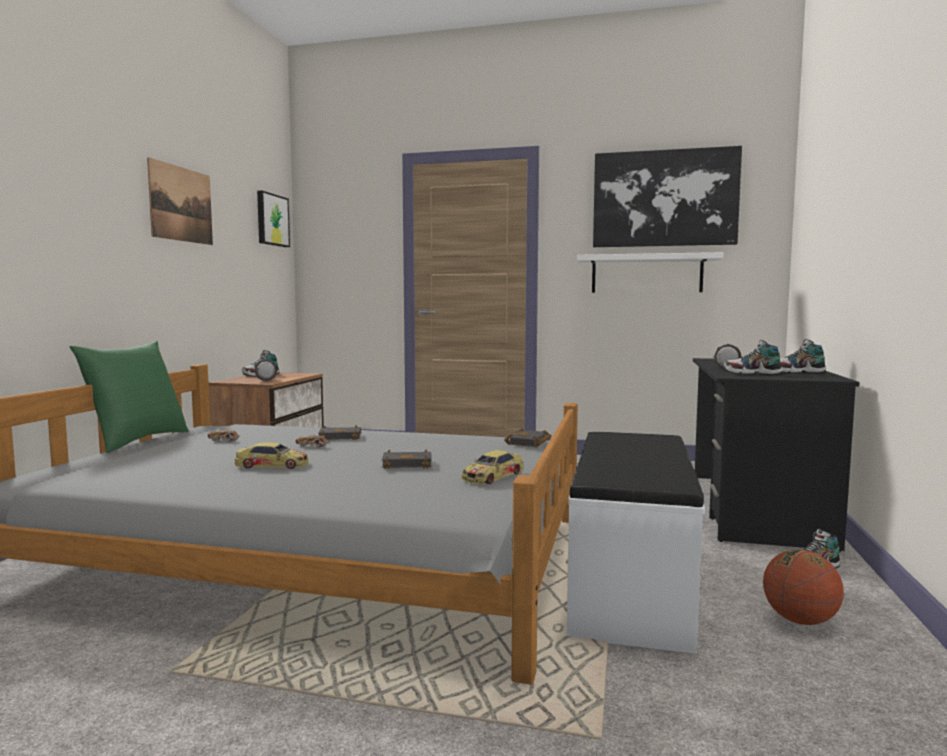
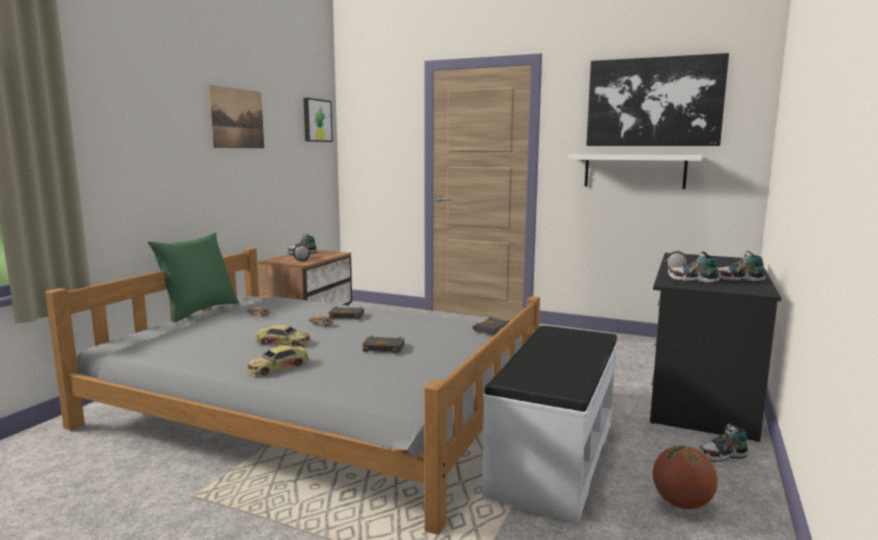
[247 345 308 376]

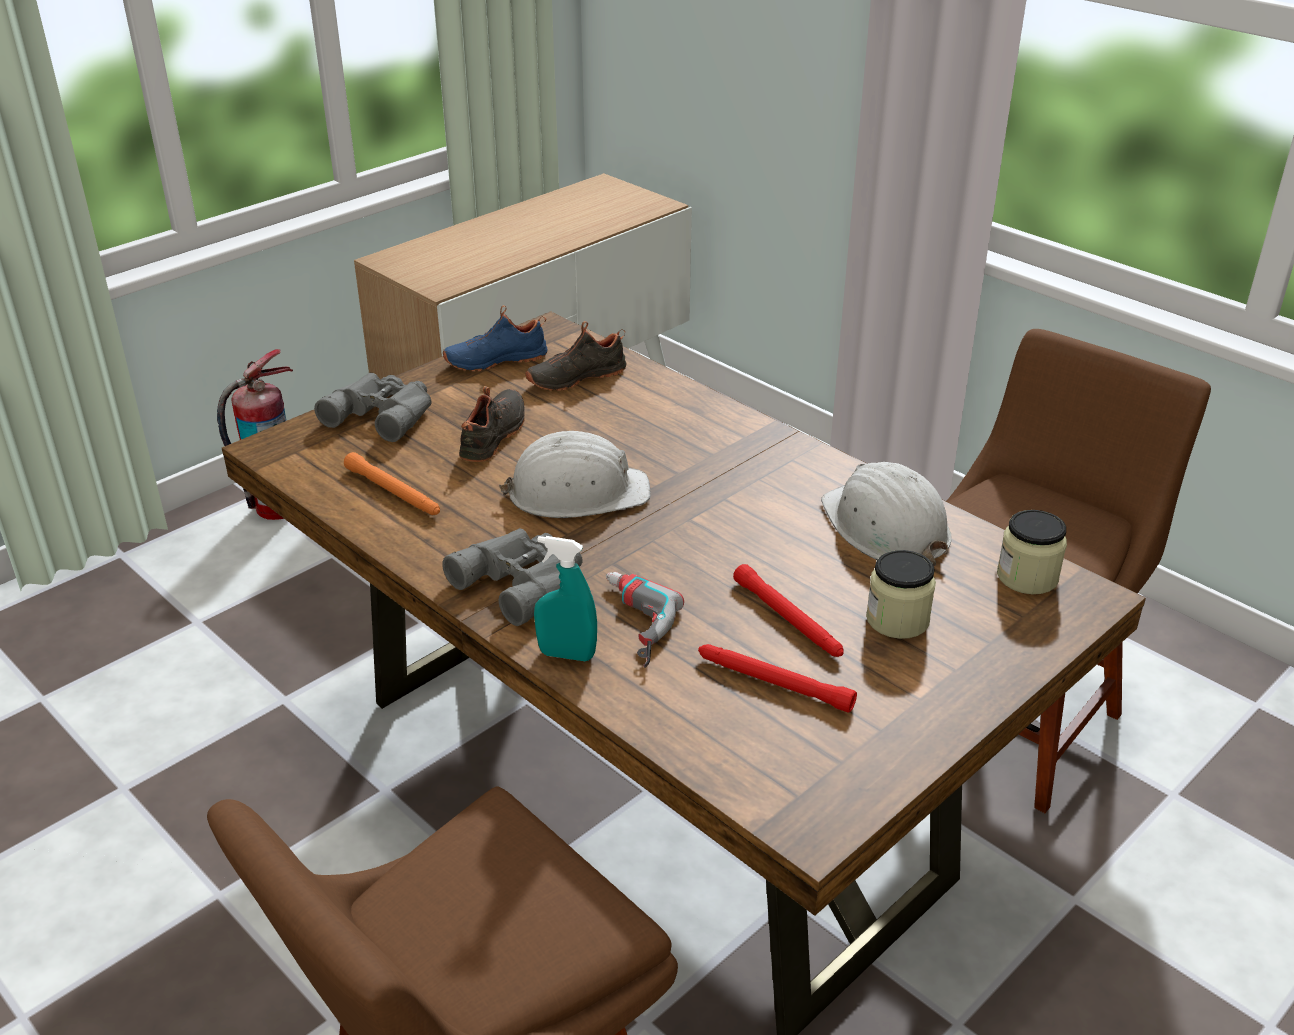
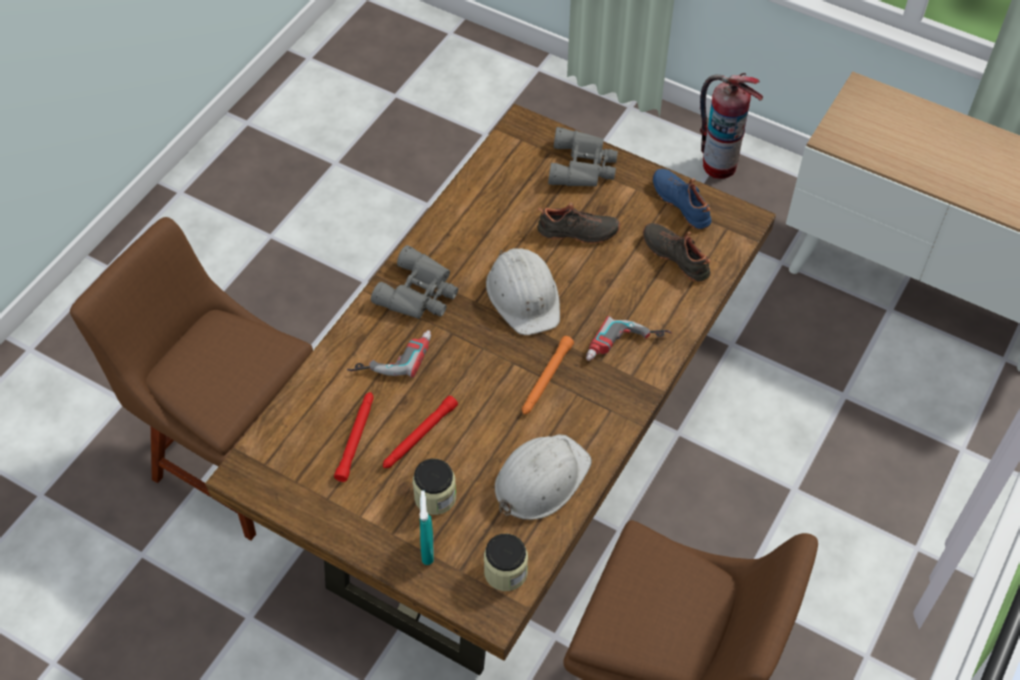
[586 316 672 361]
[522 336 574 414]
[420 490 434 565]

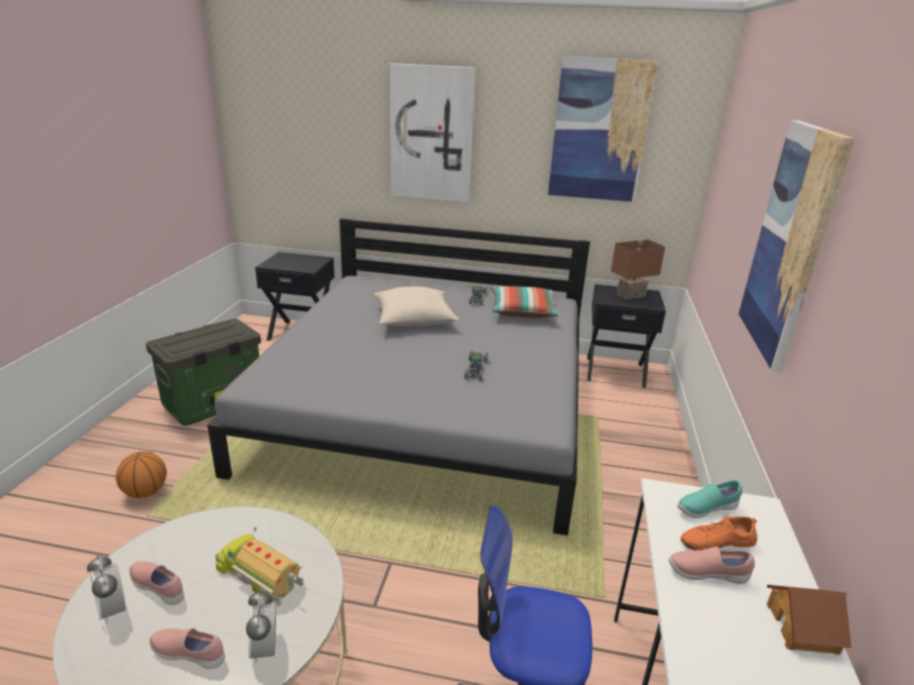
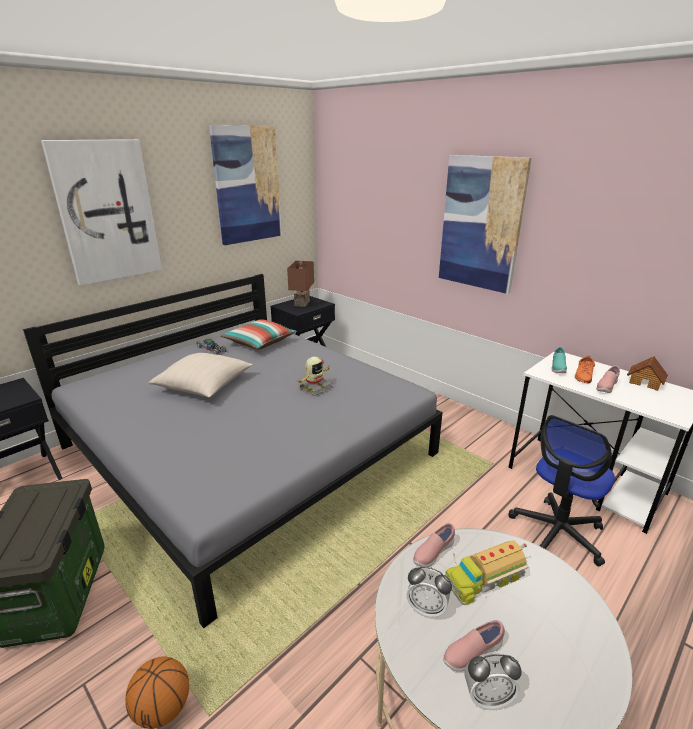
[413 523 455 567]
[406 566 452 619]
[298 357 333 396]

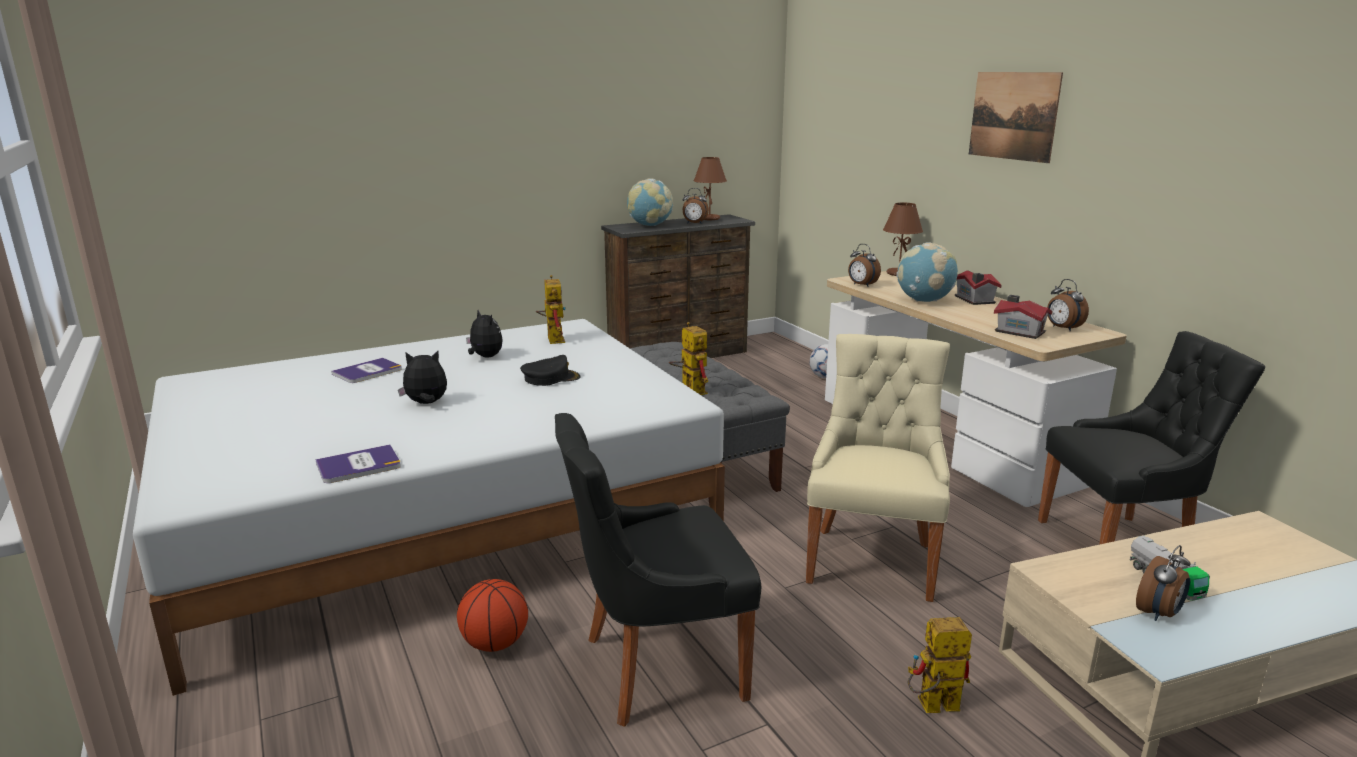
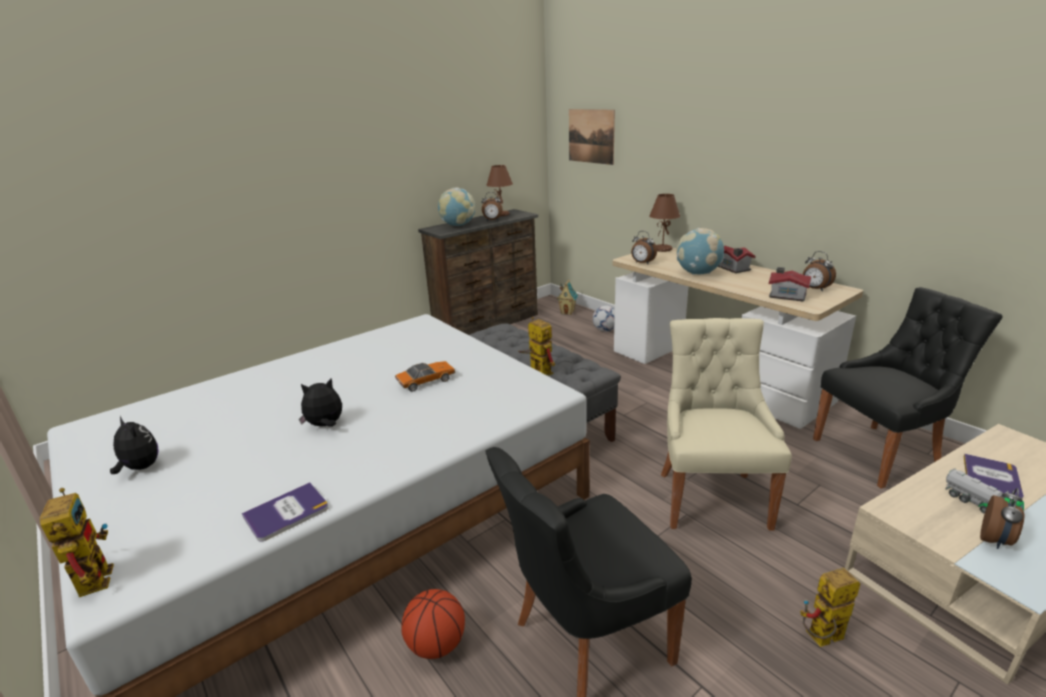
[557 280 578 315]
[964 454 1024 499]
[110 416 159 474]
[40 488 114 597]
[569 109 615 165]
[395 361 455 392]

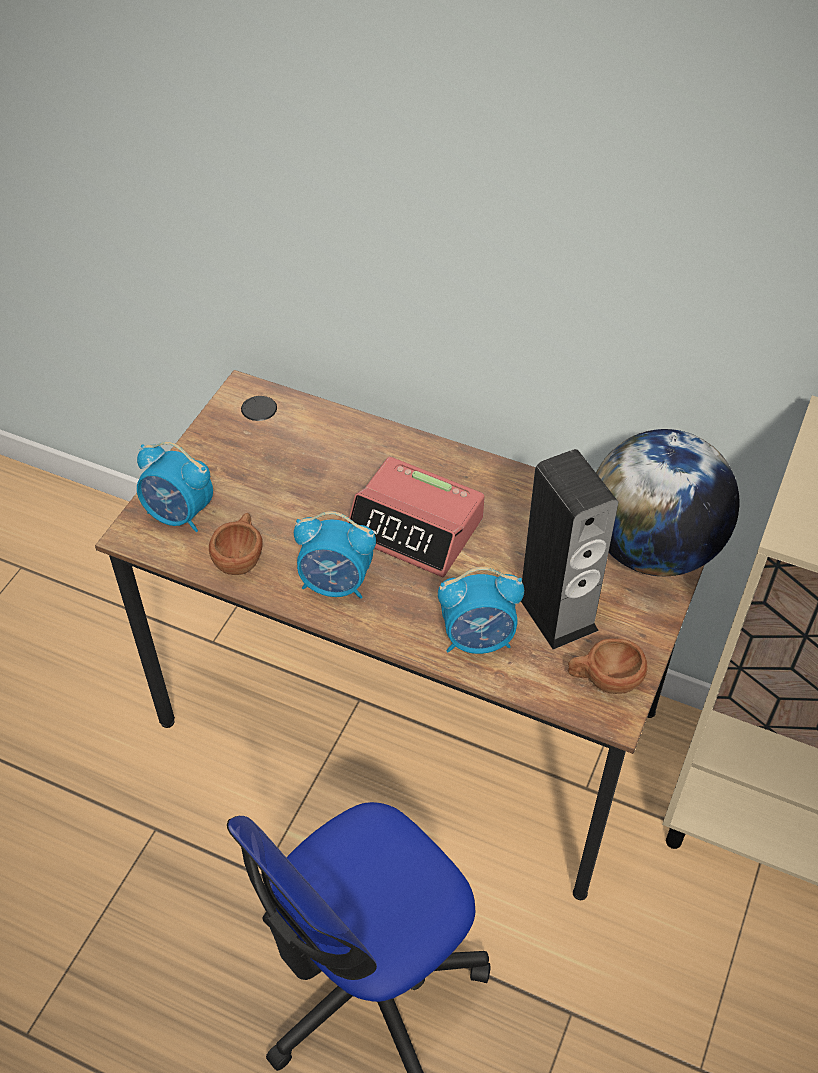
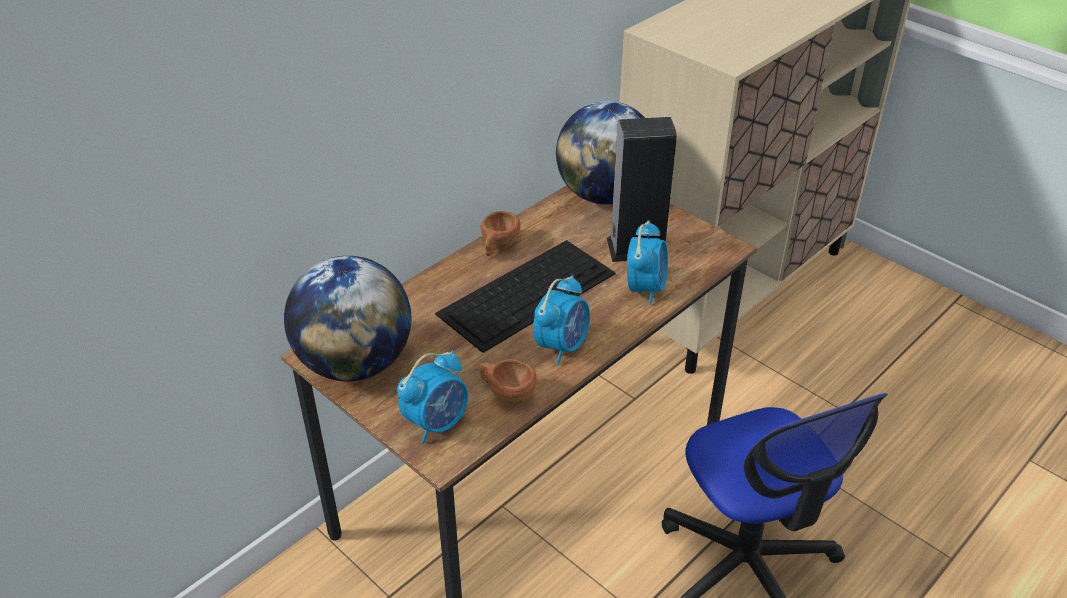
[284 256 411 382]
[480 211 521 256]
[435 240 616 353]

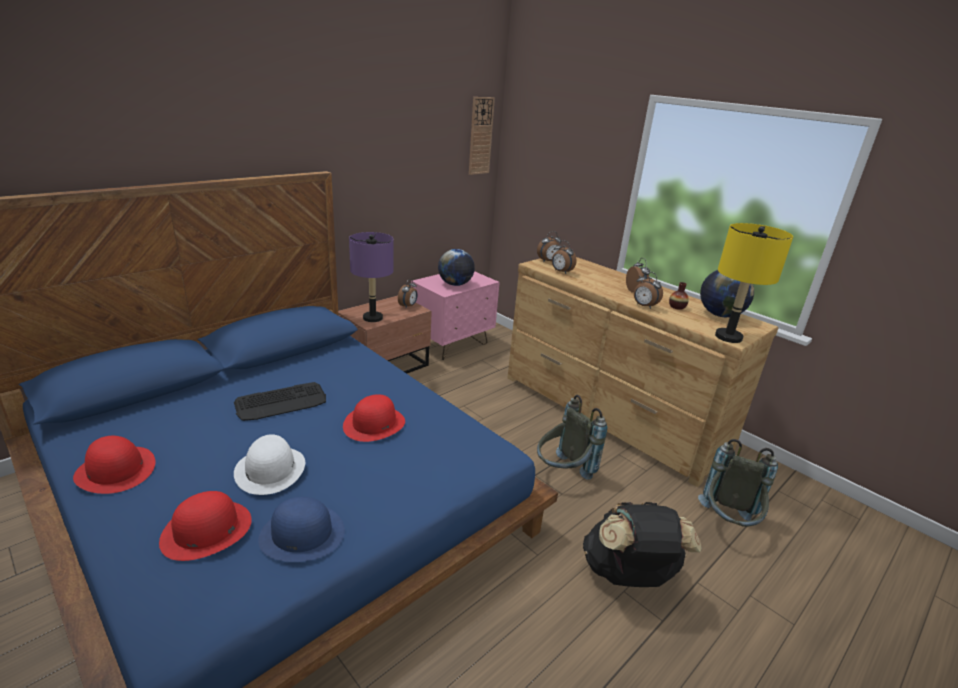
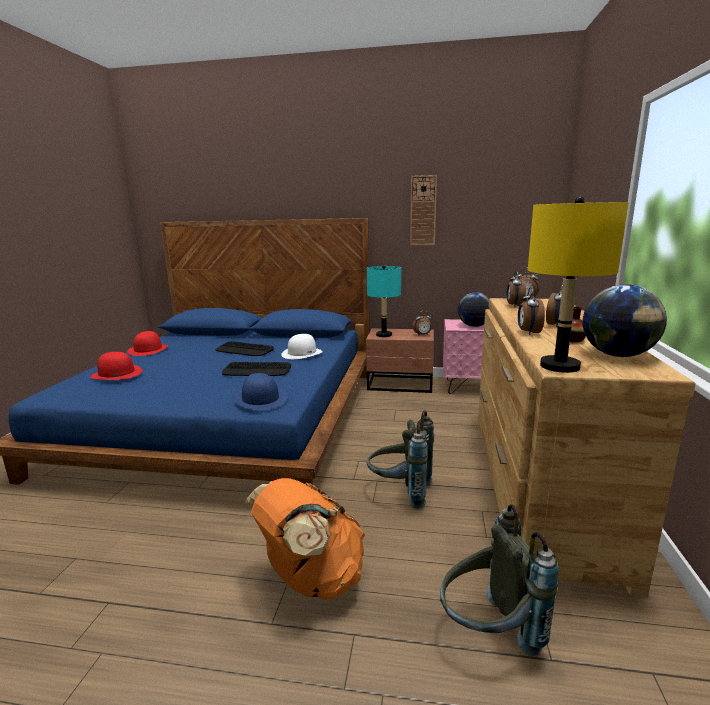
[281 334 323 359]
[234 373 287 410]
[410 175 437 245]
[222 362 292 376]
[367 265 401 337]
[245 478 365 600]

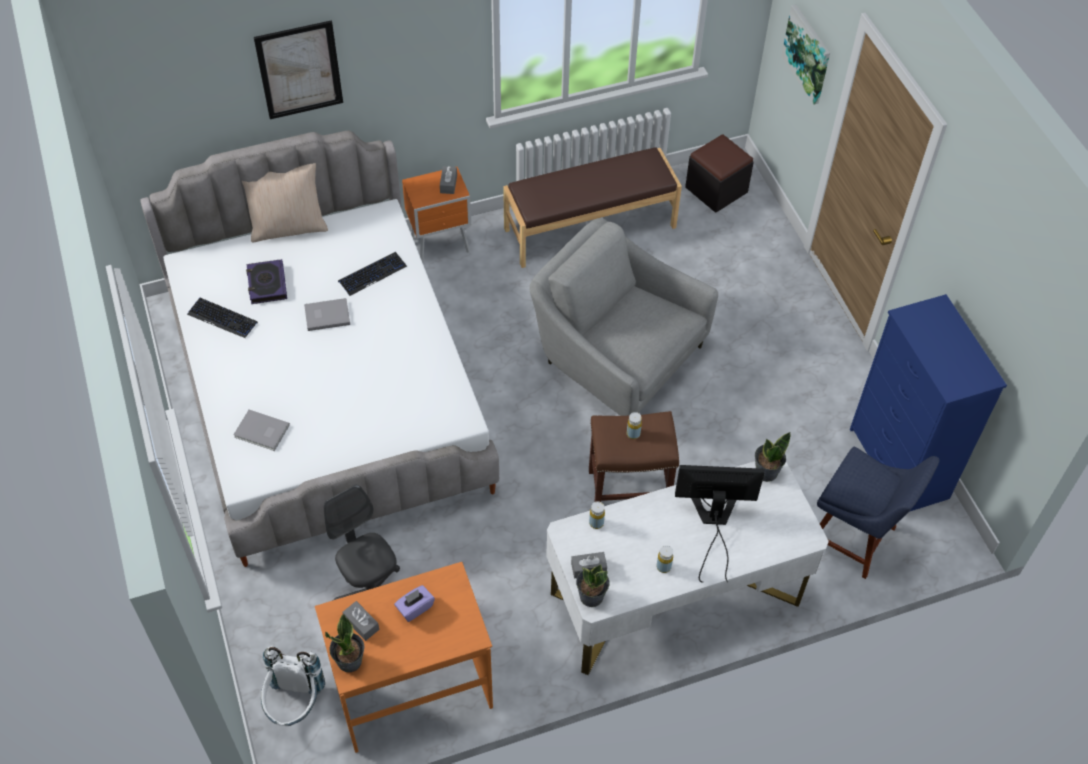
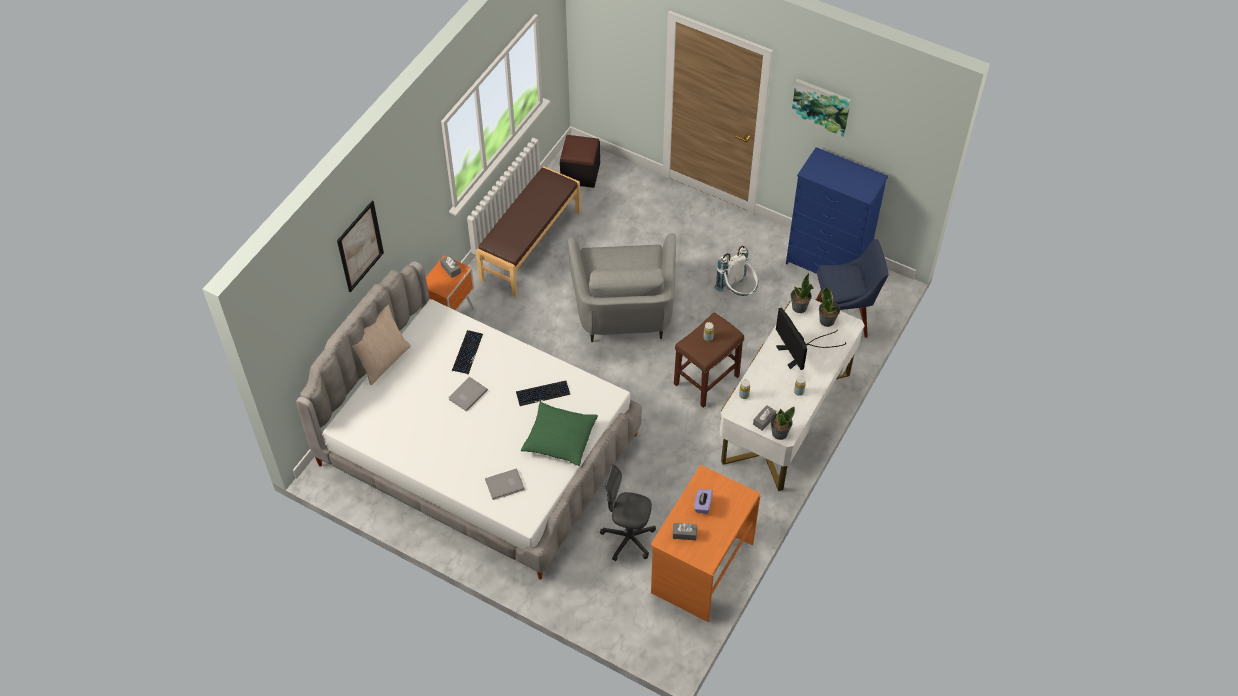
[246 259 287 304] (first image)
[521 402 598 466]
[516 381 570 406]
[714 246 758 296]
[819 287 840 327]
[791 79 851 137]
[568 234 676 342]
[776 307 846 370]

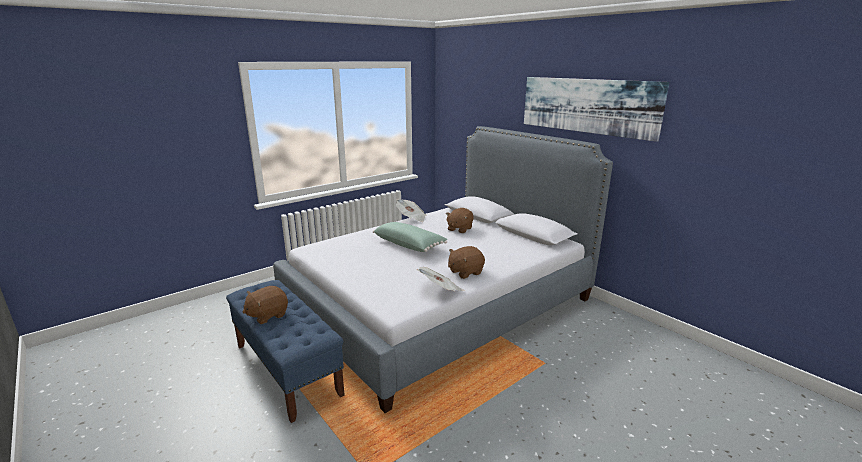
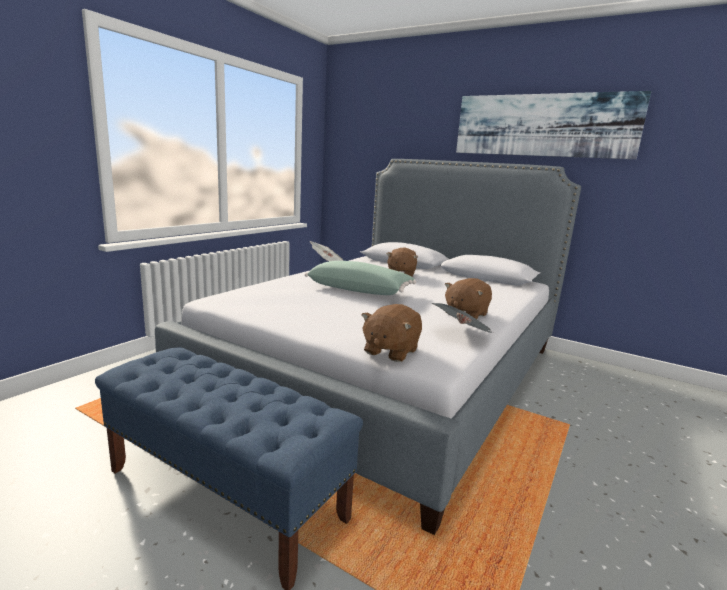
[362 304 422 362]

